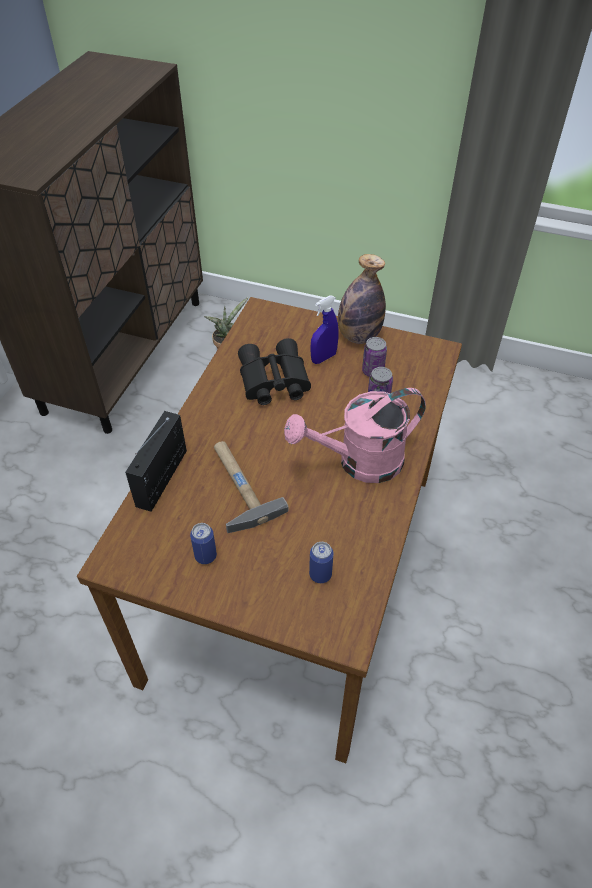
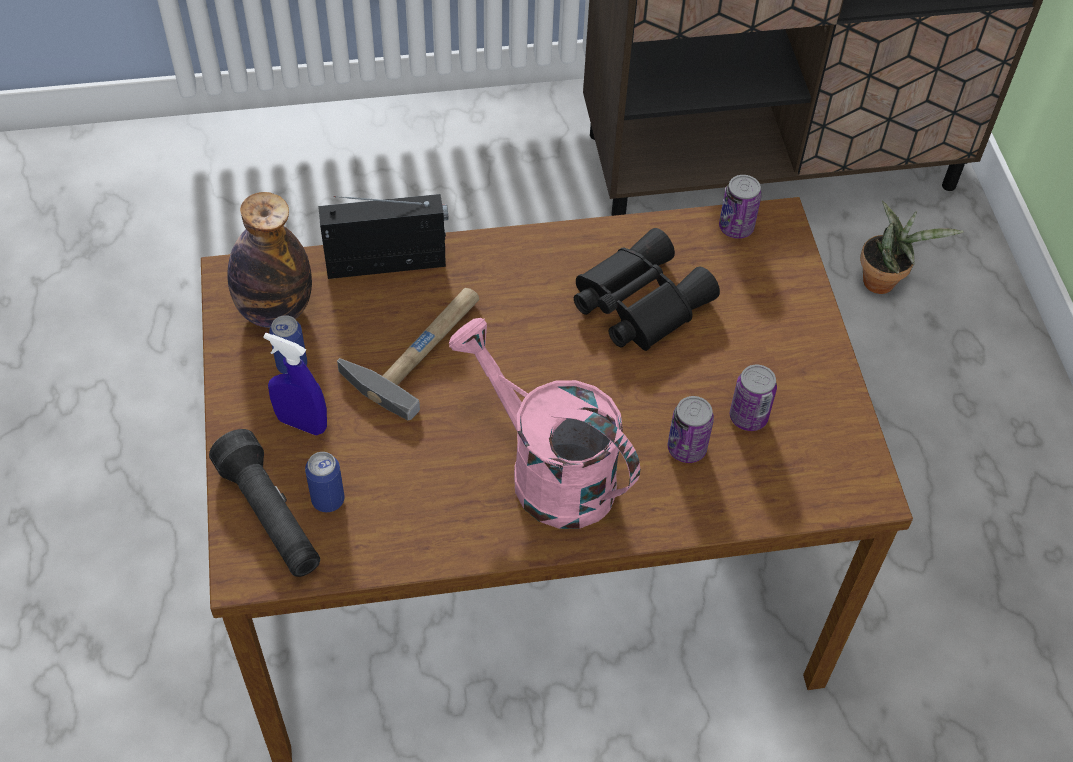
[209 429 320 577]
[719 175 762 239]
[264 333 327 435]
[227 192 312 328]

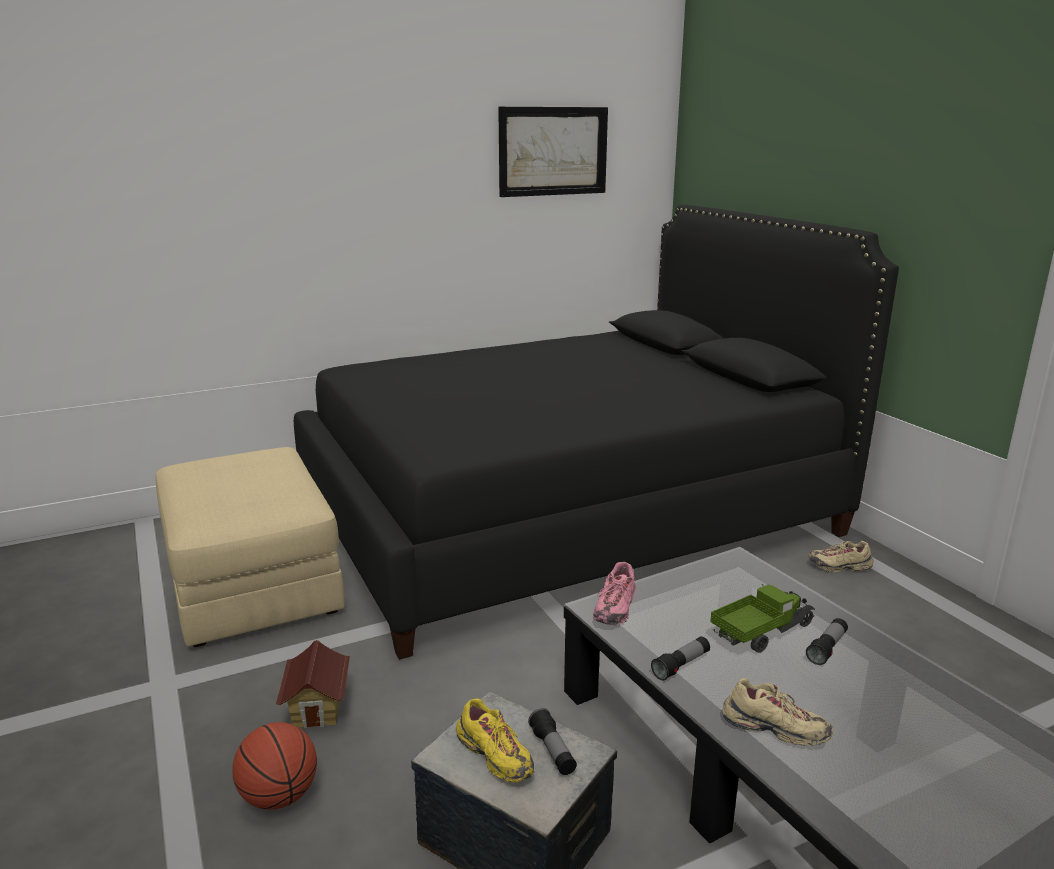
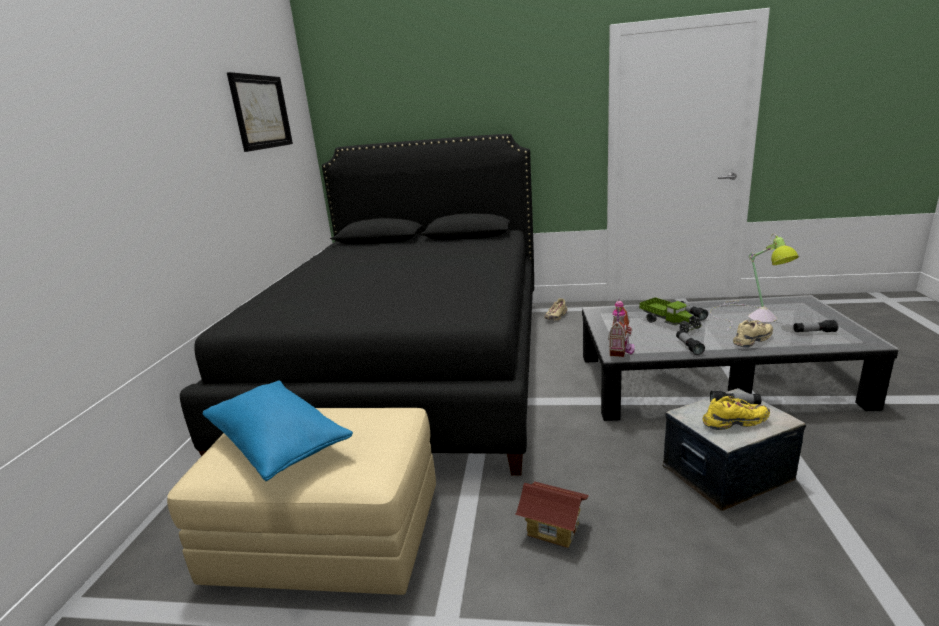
[232 722 317 810] (first image)
[203 380 353 481]
[710 234 799 330]
[793 320 838 332]
[608 298 635 357]
[639 297 702 333]

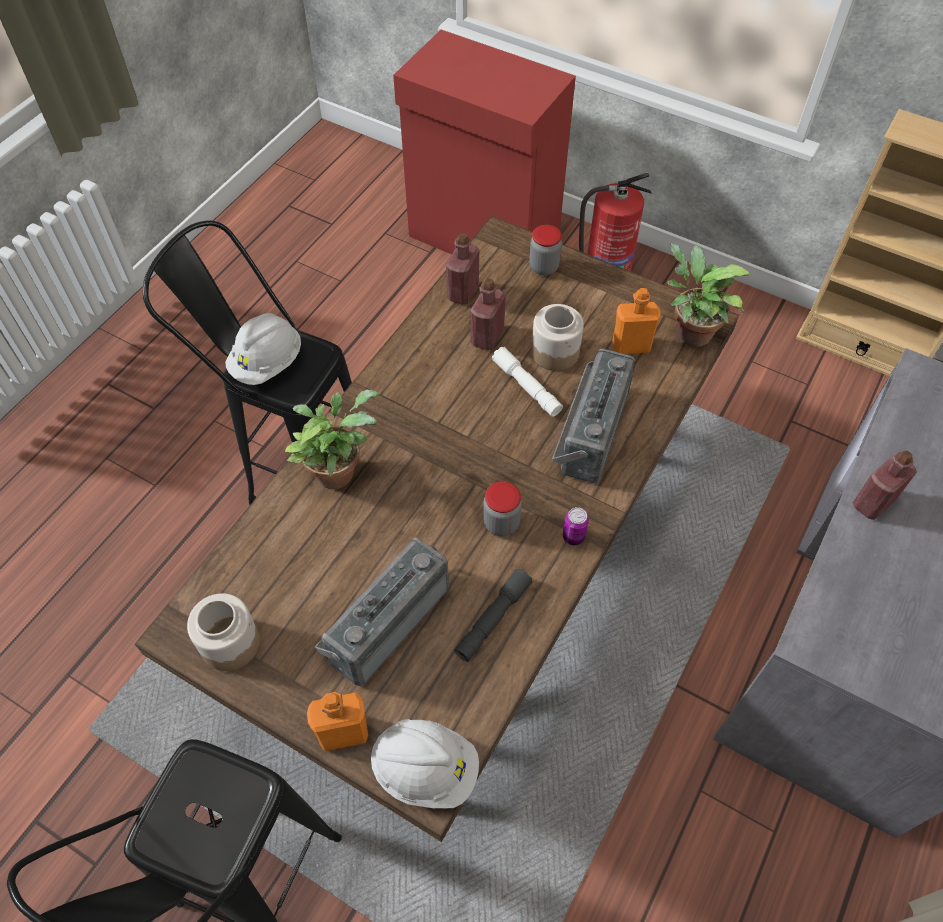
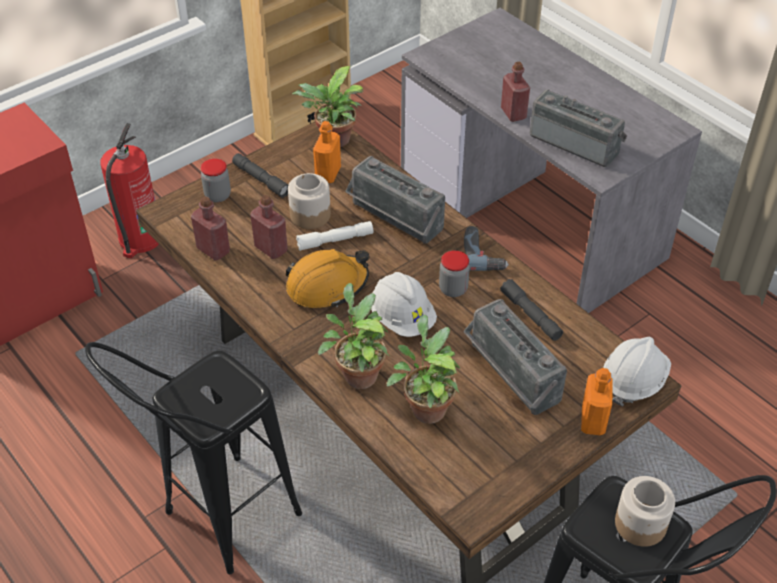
[232 153 289 198]
[286 249 369 308]
[386 315 460 424]
[530 89 627 167]
[615 476 675 547]
[371 272 437 337]
[464 226 509 271]

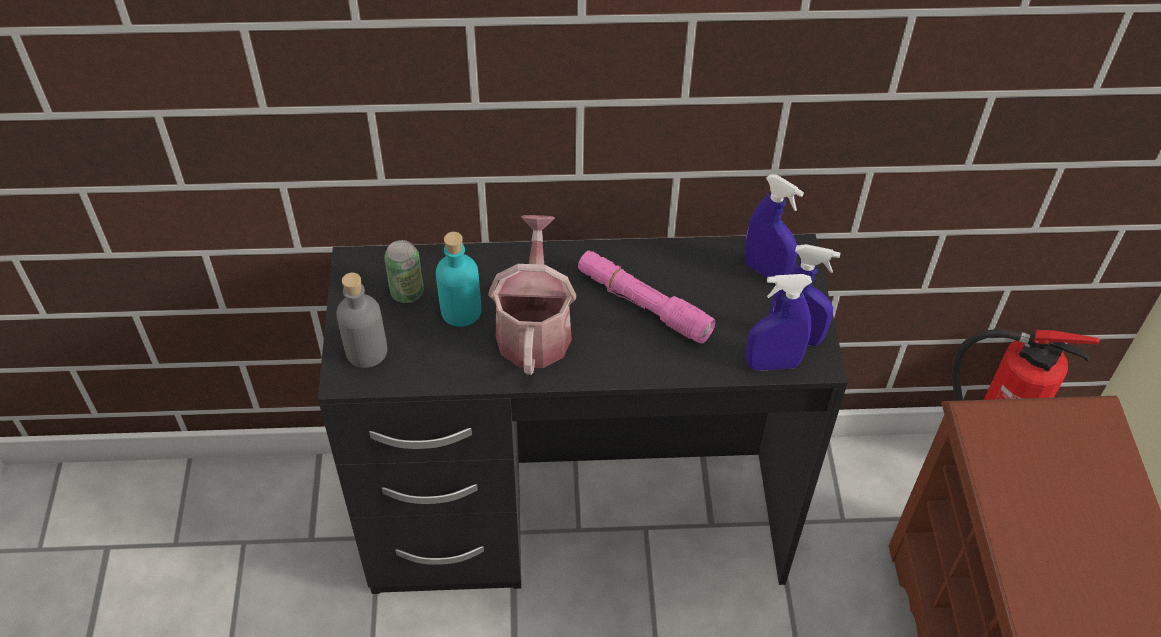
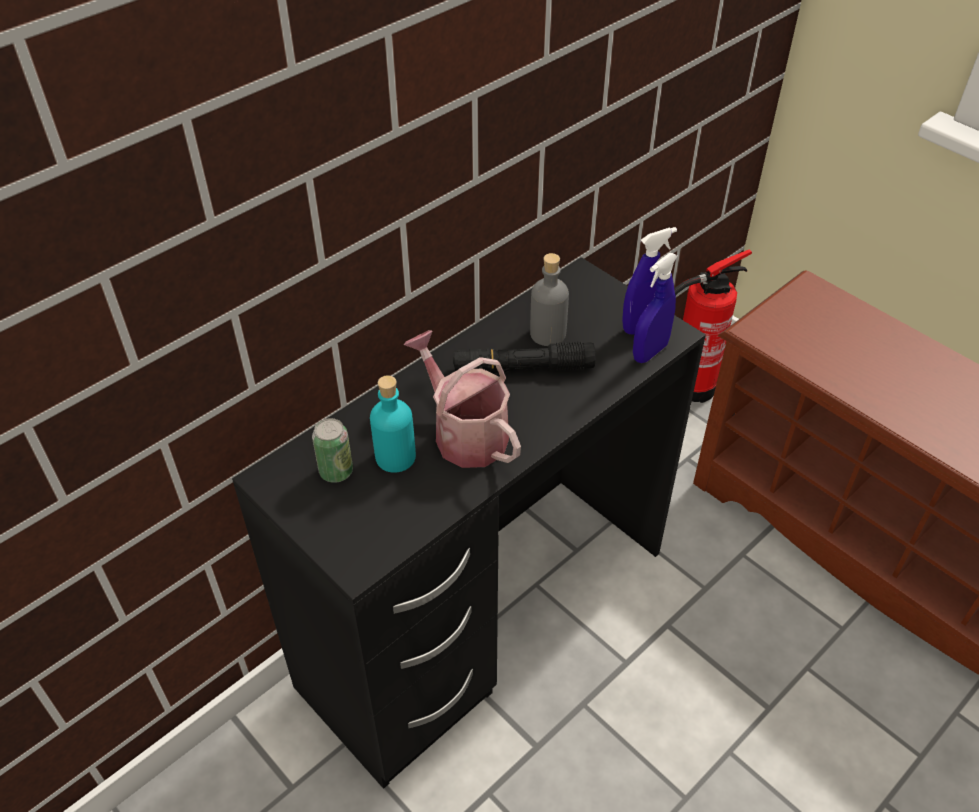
[745 174 804 278] (first image)
[530 253 569 346]
[453 342 595 374]

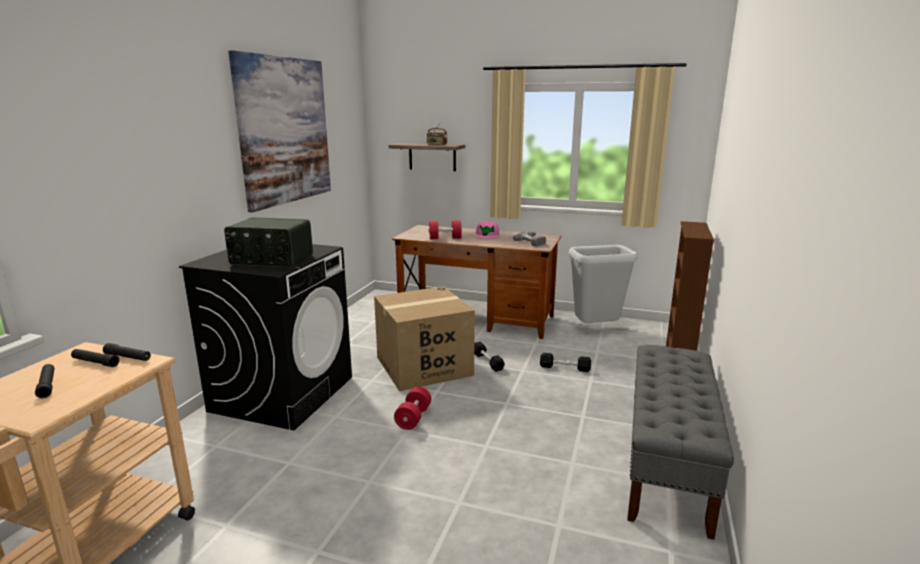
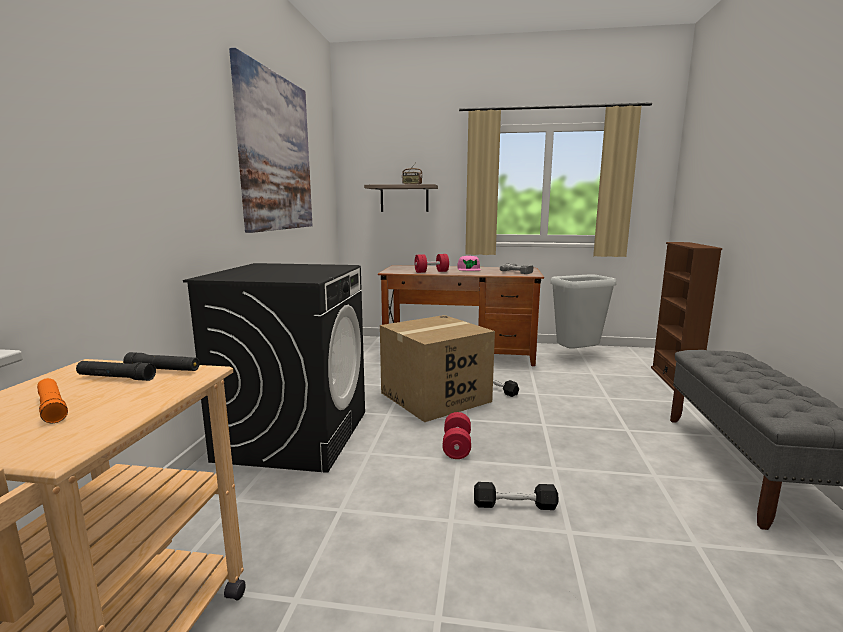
[224 217 313 268] (first image)
[474 482 559 510]
[37 378 68 423]

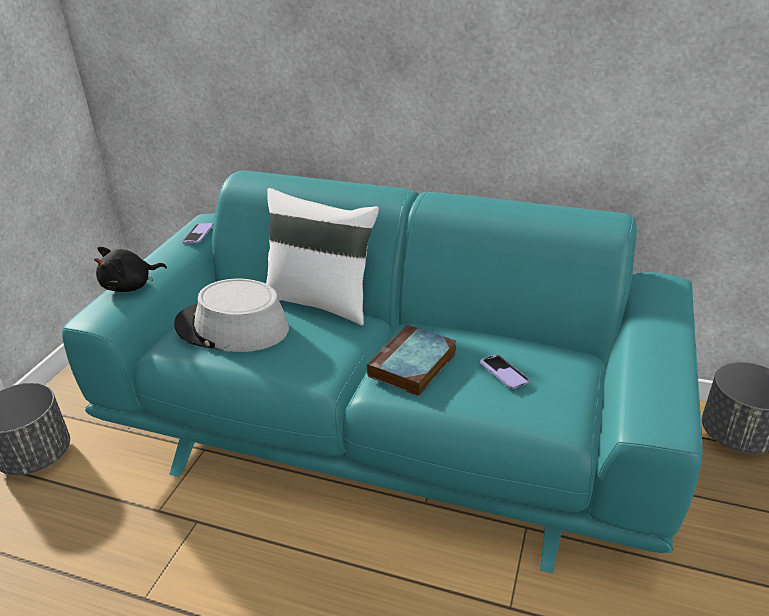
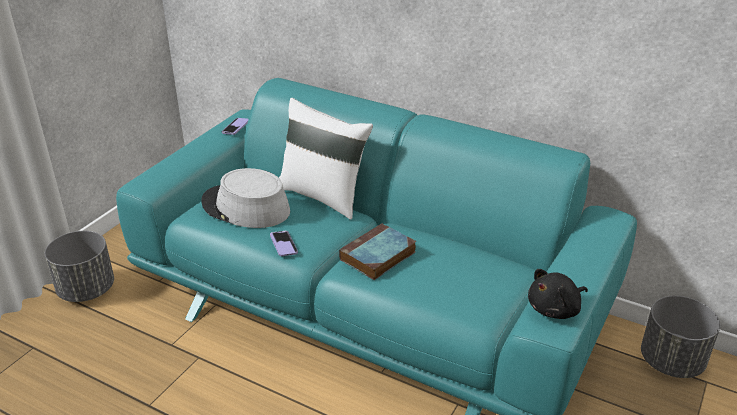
[528 269 588 319]
[270 231 298 256]

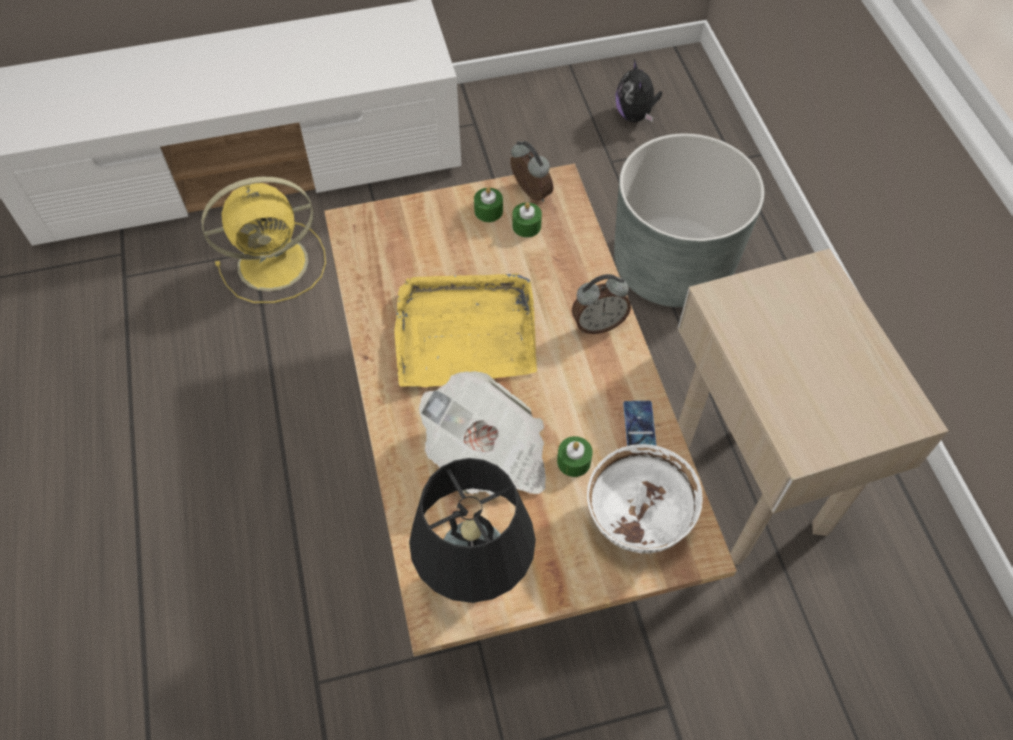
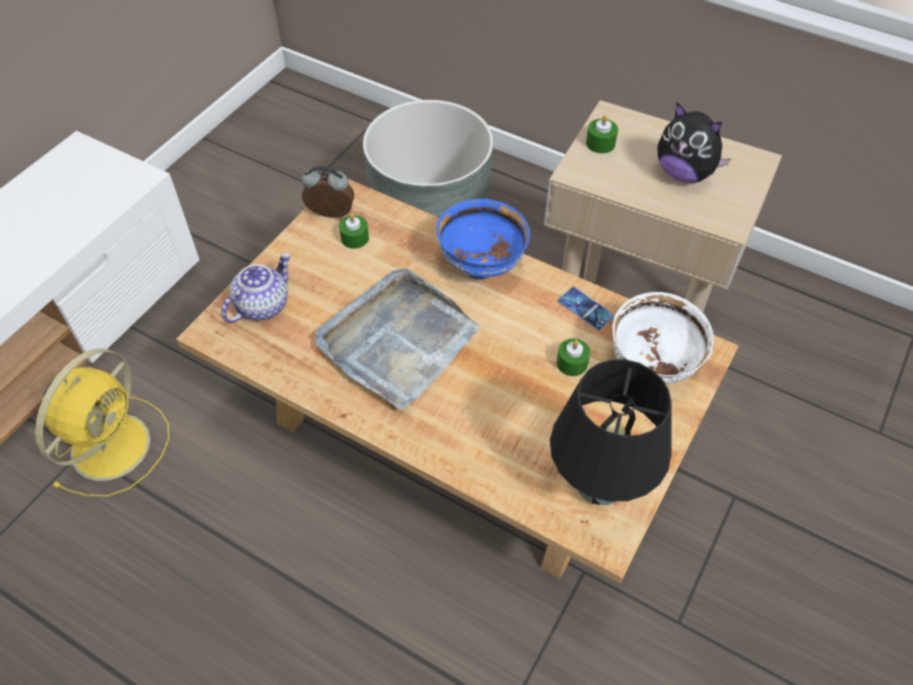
[419 371 546 498] (first image)
[221 253 291 323]
[586 115 618 153]
[658 103 732 183]
[436 199 530 279]
[316 269 480 410]

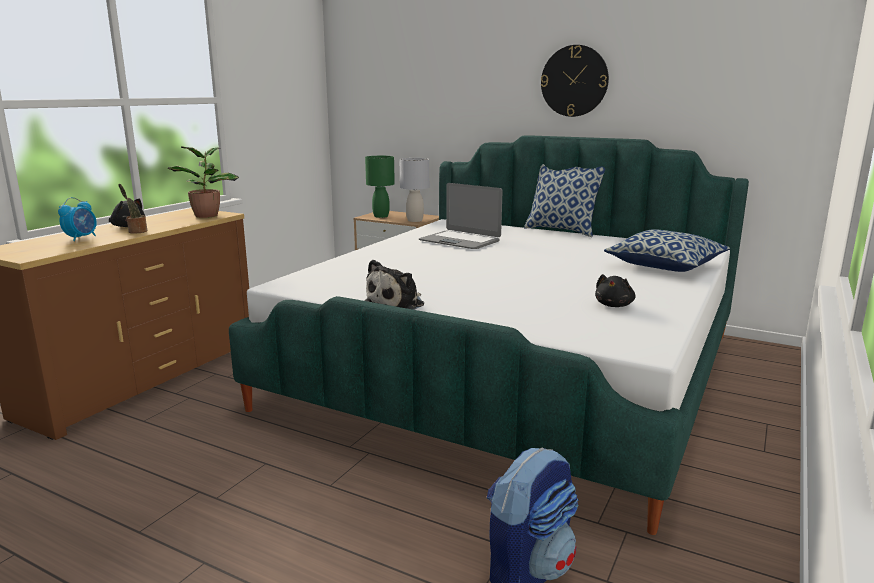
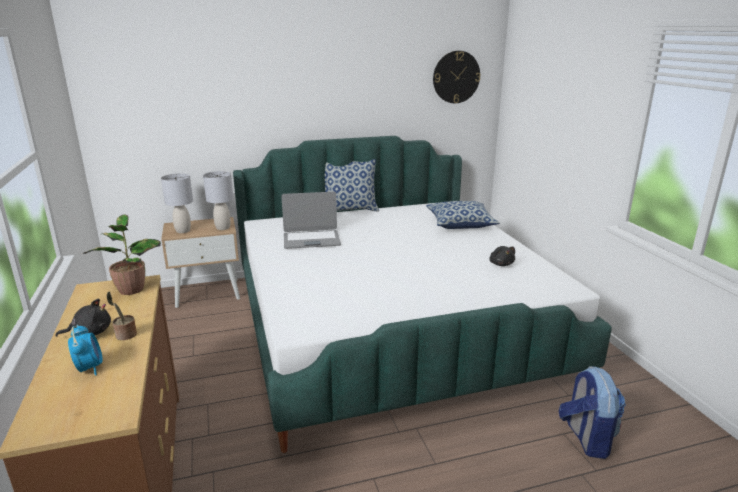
[364 260 424 310] (first image)
[433 51 481 103]
[161 173 193 233]

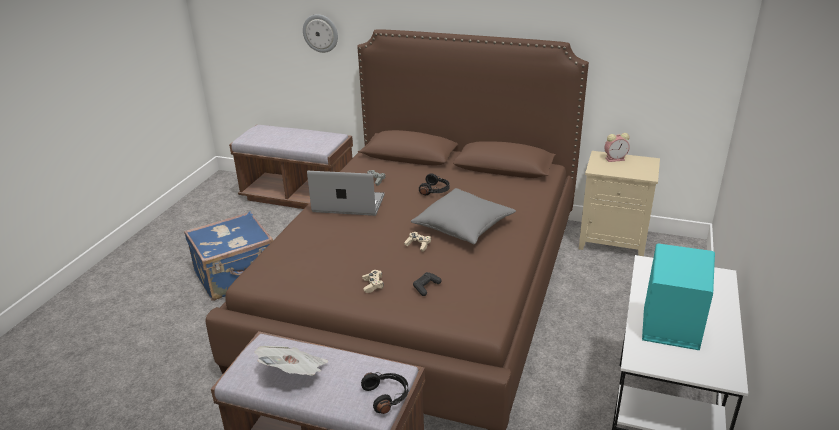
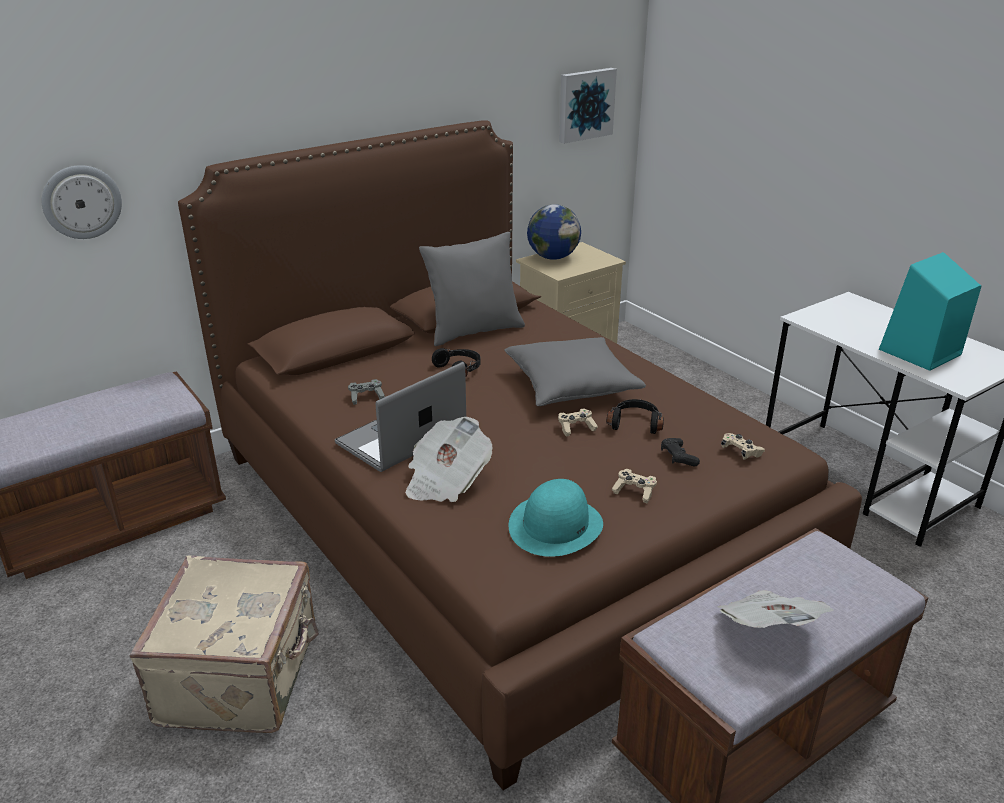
[405 417 492 502]
[419 232 525 346]
[509 479 603 557]
[559 68 617 144]
[721 433 765 460]
[606 399 664 434]
[527 204 581 260]
[130 555 319 733]

